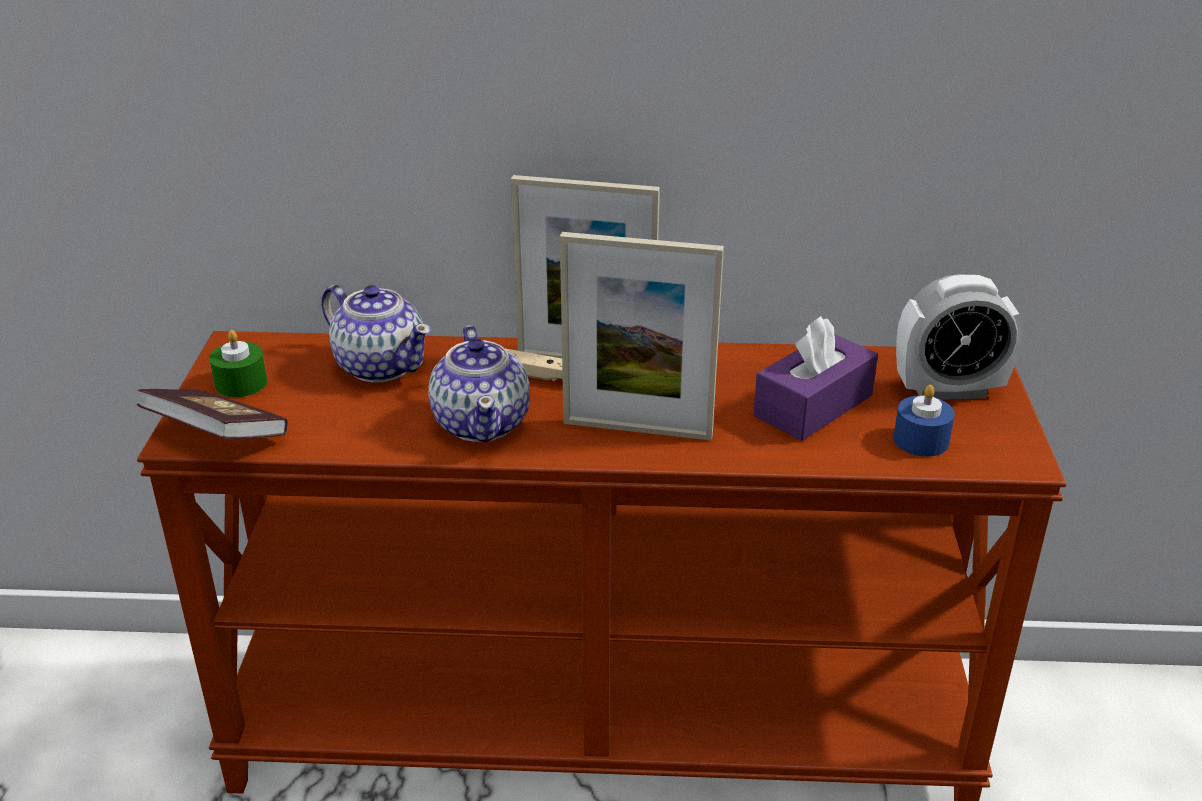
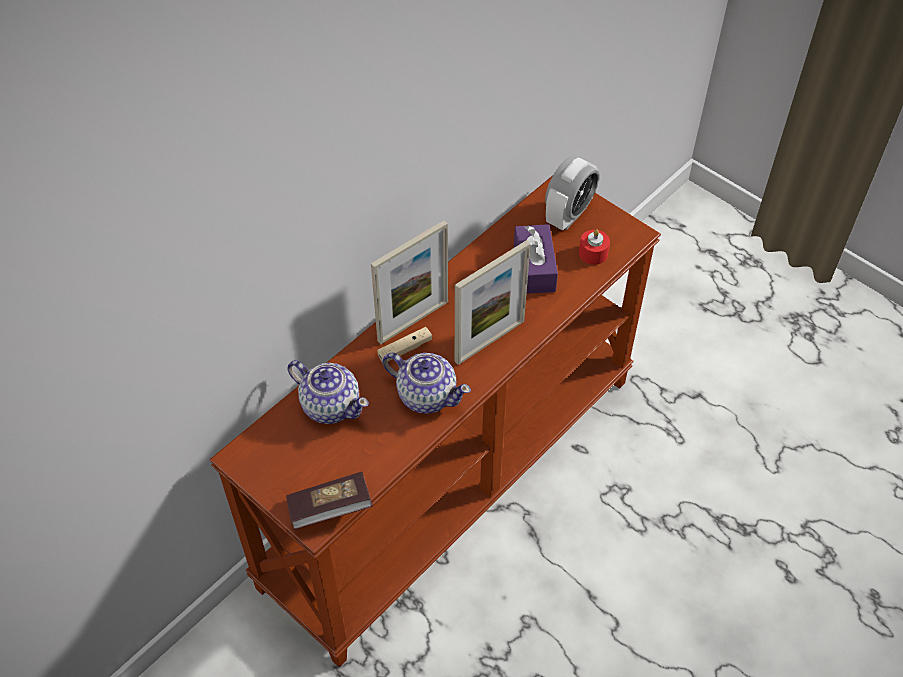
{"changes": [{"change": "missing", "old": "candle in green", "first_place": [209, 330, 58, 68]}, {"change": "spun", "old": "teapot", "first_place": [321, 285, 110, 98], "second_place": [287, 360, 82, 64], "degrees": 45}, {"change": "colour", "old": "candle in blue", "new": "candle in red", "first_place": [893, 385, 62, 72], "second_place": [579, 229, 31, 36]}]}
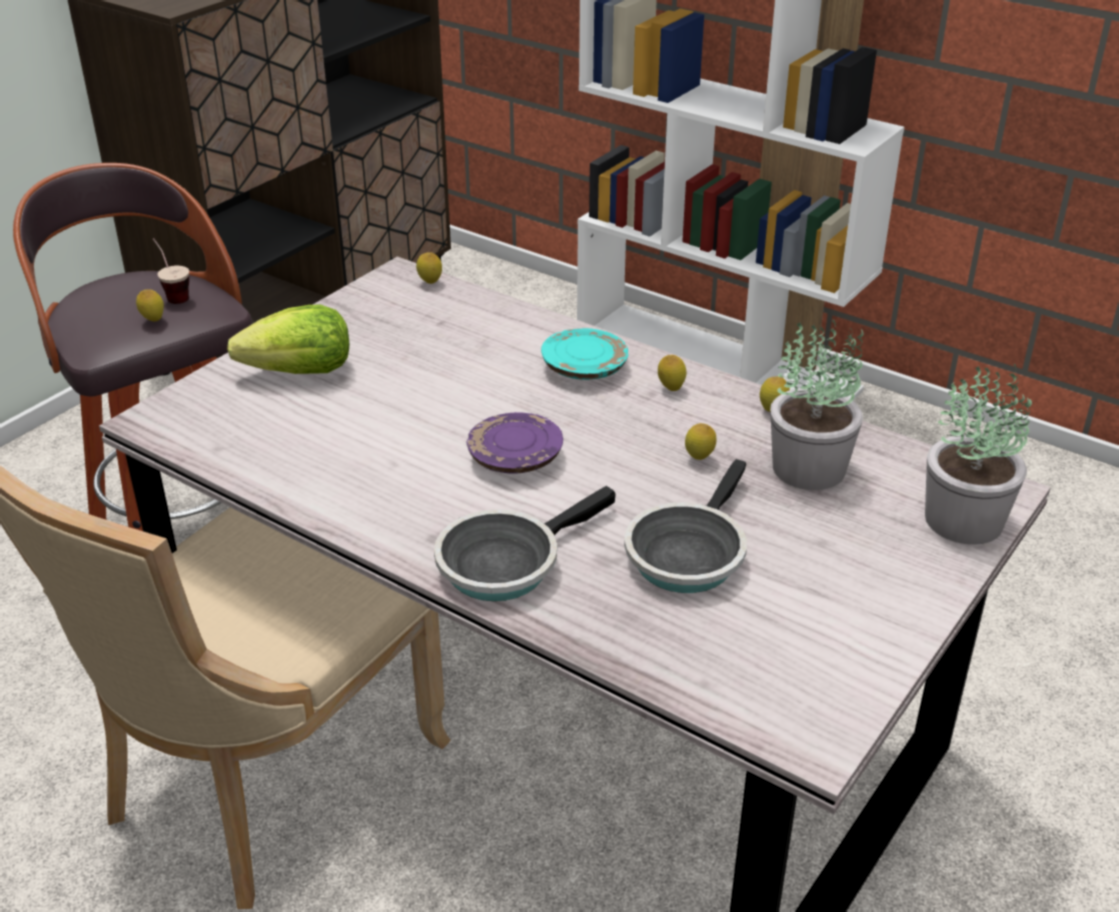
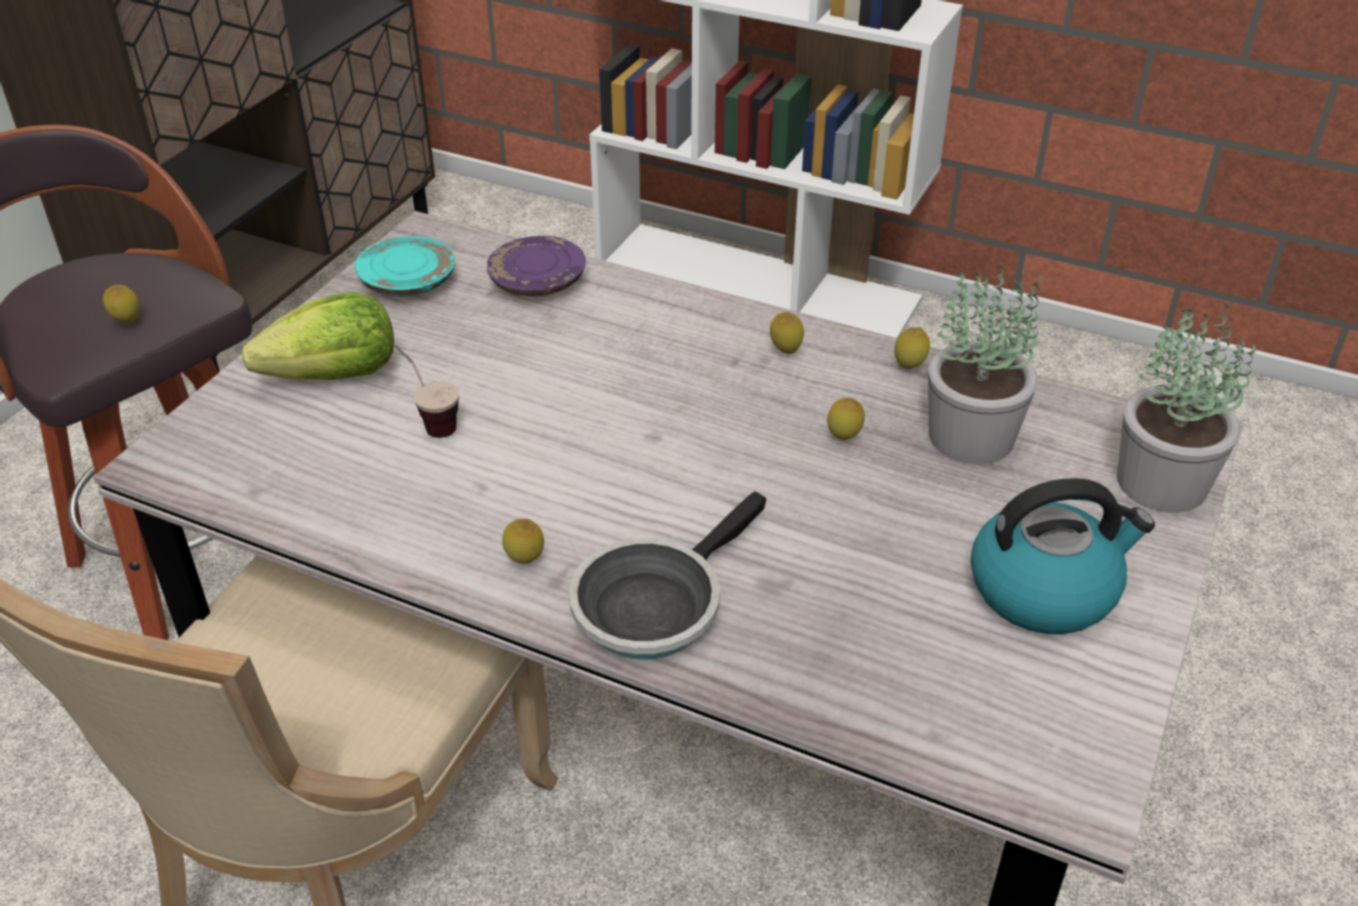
{"changes": [{"change": "relocated", "old": "cup", "first_place": [153, 238, 36, 66], "second_place": [394, 345, 65, 93]}, {"change": "relocated", "old": "lemon", "first_place": [416, 252, 26, 32], "second_place": [502, 519, 42, 45]}, {"change": "relocated", "old": "plate in purple", "first_place": [467, 412, 96, 62], "second_place": [487, 236, 99, 60]}, {"change": "relocated", "old": "plate in turquoise", "first_place": [541, 328, 87, 52], "second_place": [355, 236, 100, 60]}, {"change": "missing", "old": "frying pan", "first_place": [624, 459, 123, 134]}, {"change": "appeared", "new": "kettle", "second_place": [971, 478, 184, 156]}]}
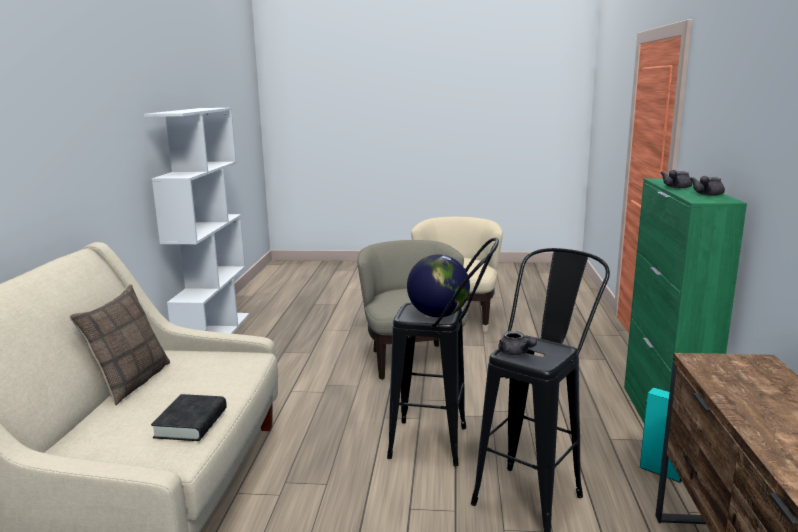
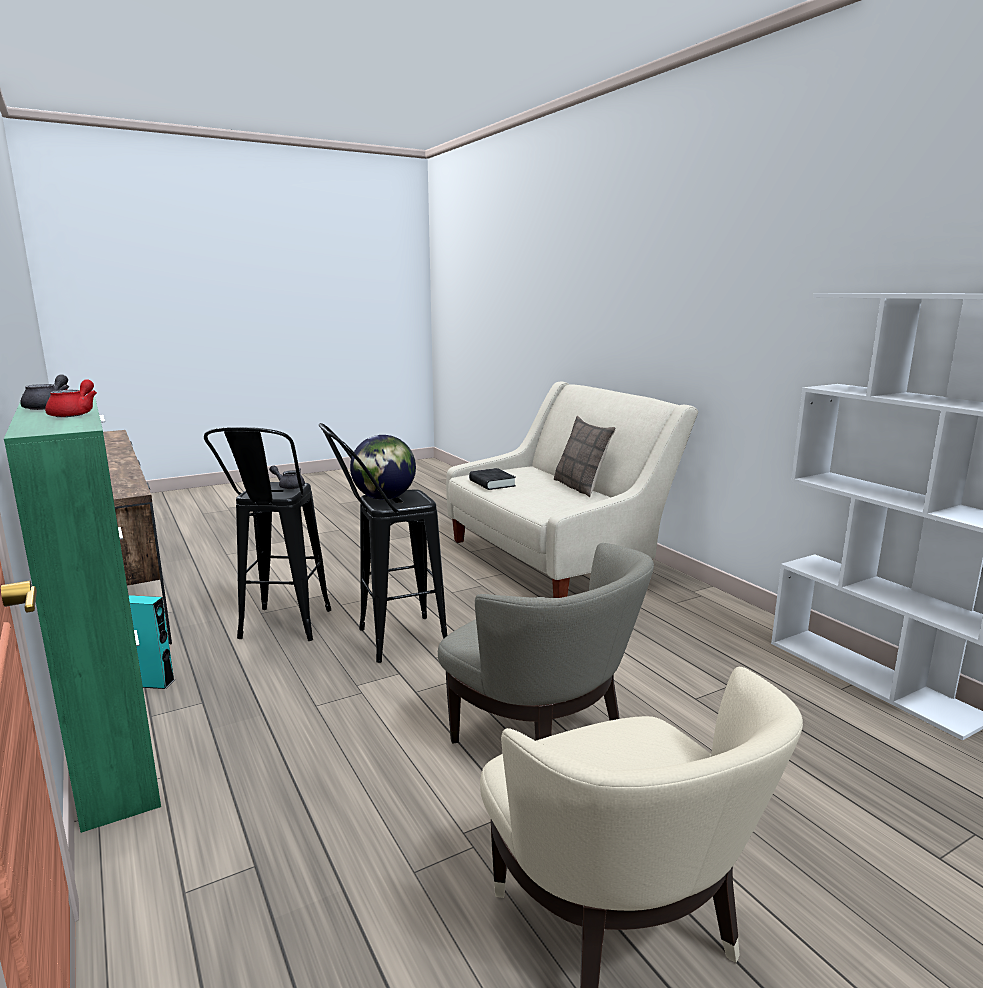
{"changes": [{"change": "colour", "old": "teapot in grey", "new": "teapot in red", "first_place": [660, 170, 32, 18], "second_place": [45, 379, 52, 38]}]}
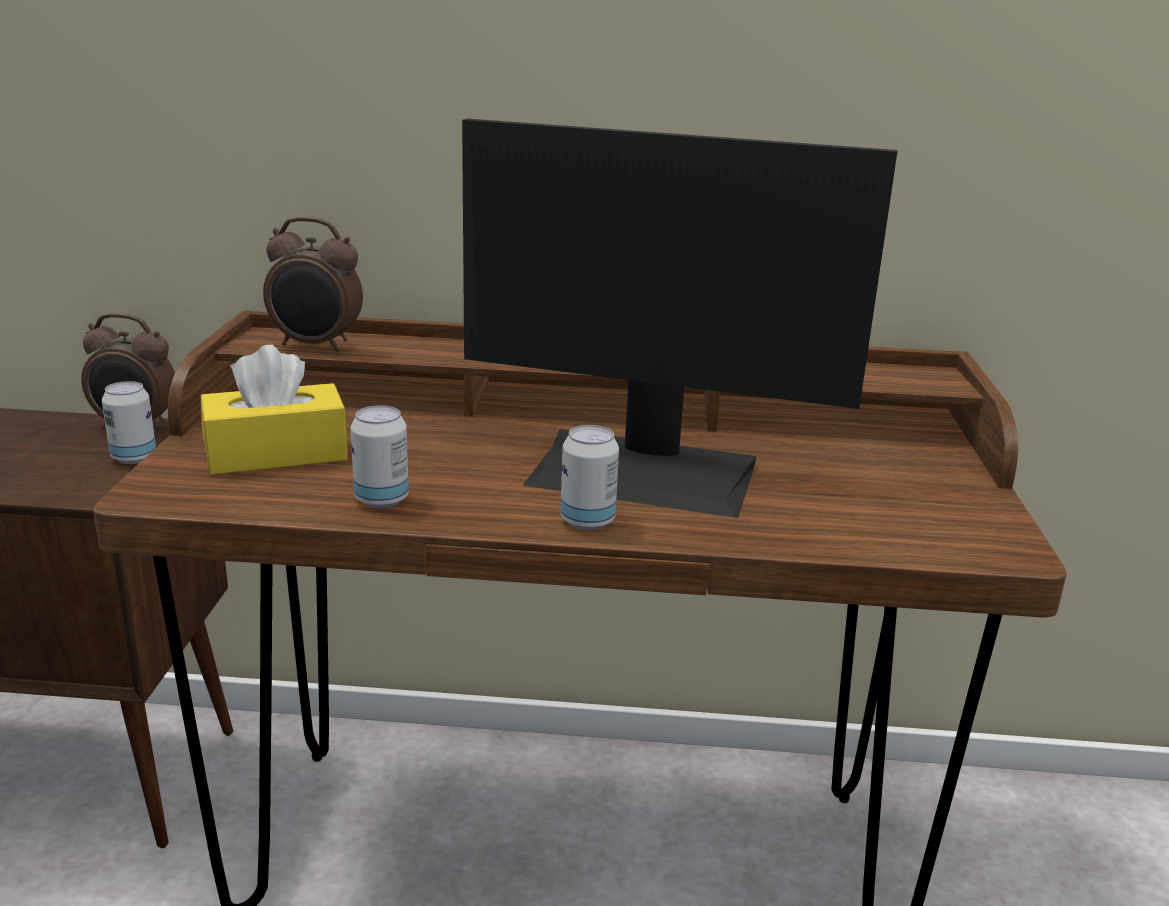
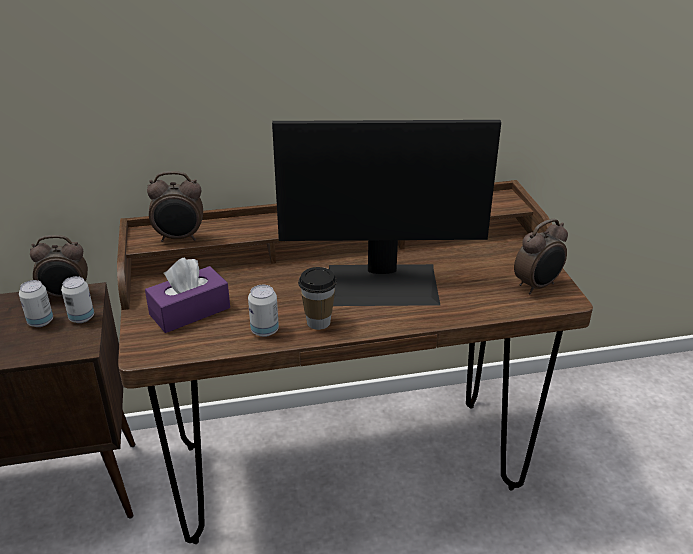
{"changes": [{"change": "colour", "old": "tissue box in yellow", "new": "tissue box in purple", "first_place": [201, 345, 147, 130], "second_place": [145, 258, 85, 75]}, {"change": "relocated", "old": "can", "first_place": [561, 425, 58, 105], "second_place": [19, 280, 34, 47]}, {"change": "appeared", "new": "cup", "second_place": [298, 267, 39, 63]}, {"change": "appeared", "new": "alarm clock", "second_place": [514, 219, 54, 75]}]}
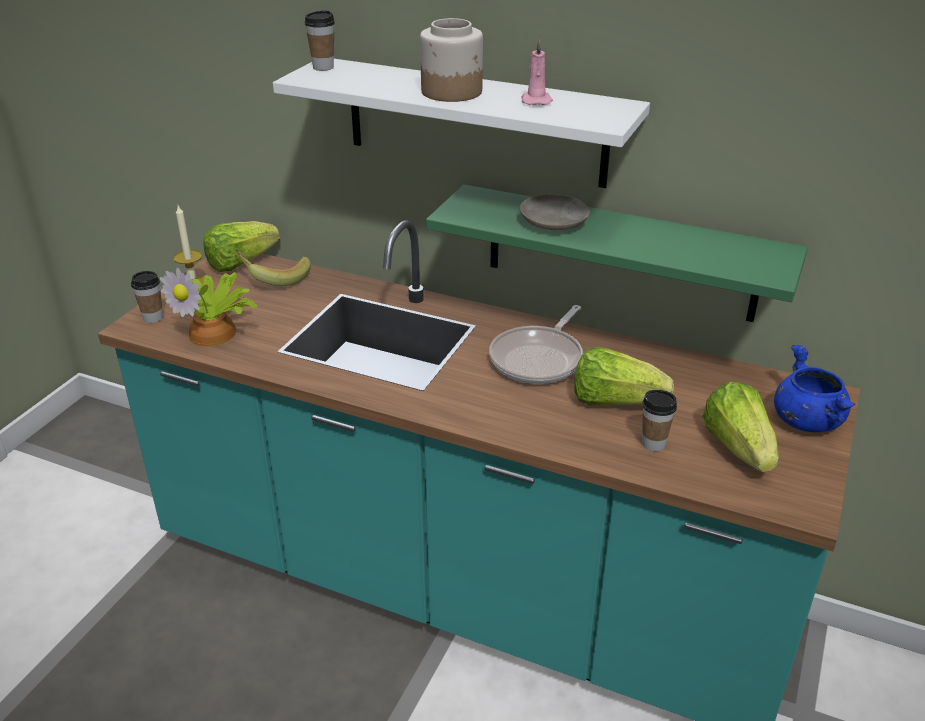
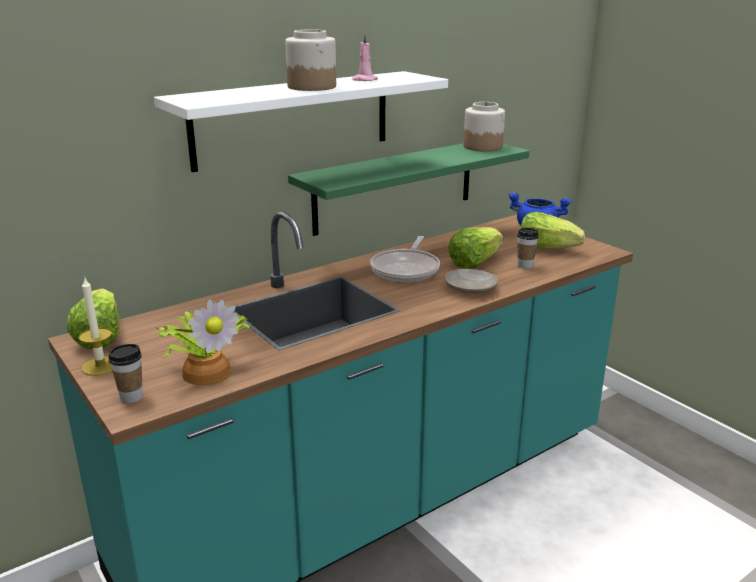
{"changes": [{"change": "missing", "old": "banana", "first_place": [235, 249, 76, 37]}, {"change": "missing", "old": "cup", "first_place": [305, 10, 30, 61]}, {"change": "spun", "old": "frying pan", "first_place": [489, 305, 94, 79], "second_place": [370, 236, 70, 46], "degrees": 45}, {"change": "relocated", "old": "plate in beige", "first_place": [520, 194, 70, 36], "second_place": [445, 269, 53, 24]}, {"change": "appeared", "new": "jar", "second_place": [464, 102, 41, 50]}]}
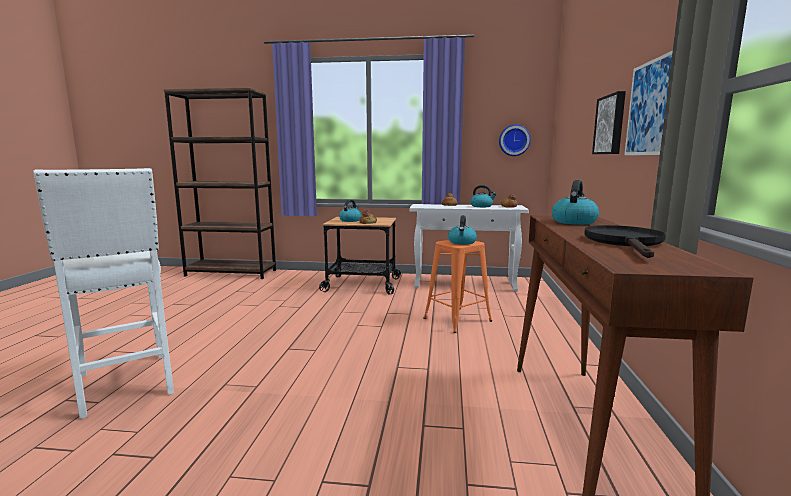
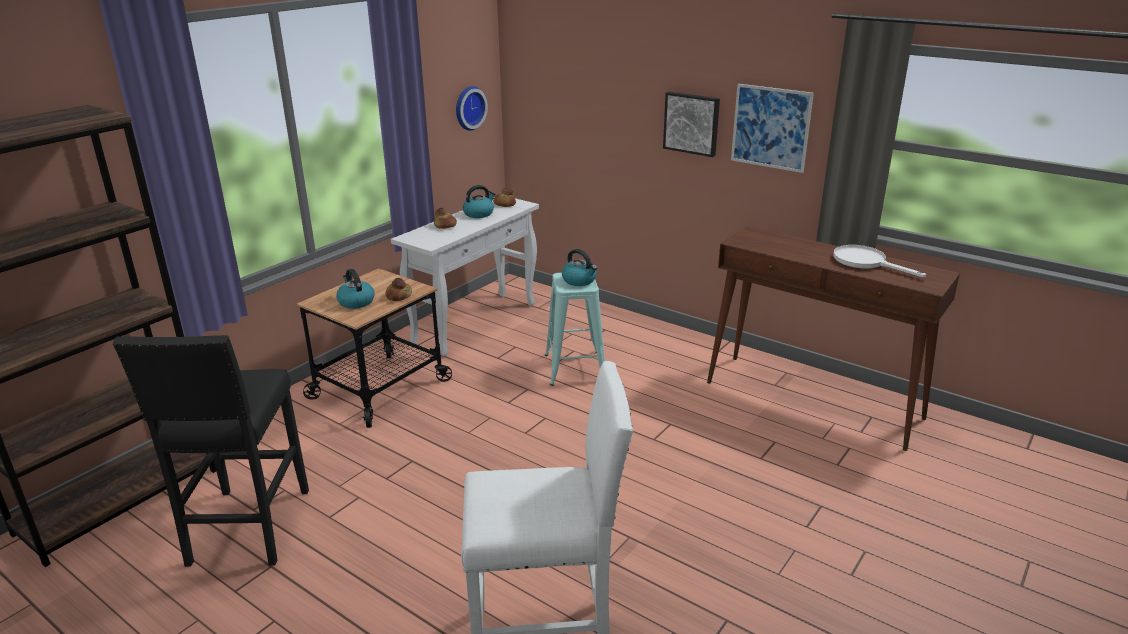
{"changes": [{"change": "colour", "old": "stool in orange", "new": "stool in turquoise", "first_place": [423, 240, 69, 93], "second_place": [545, 273, 60, 113]}, {"change": "missing", "old": "kettle", "first_place": [552, 180, 47, 45]}, {"change": "colour", "old": "frying pan in black", "new": "frying pan in white", "first_place": [584, 225, 82, 33], "second_place": [833, 245, 93, 32]}, {"change": "appeared", "new": "stool in black", "second_place": [113, 335, 196, 232]}]}
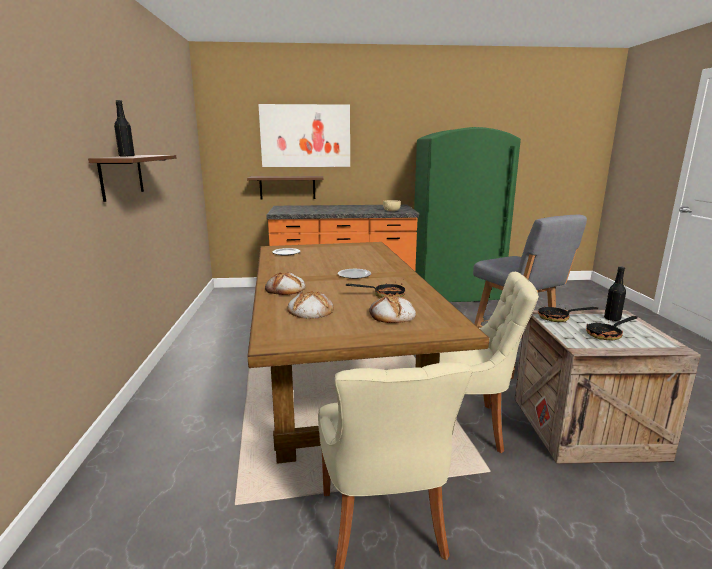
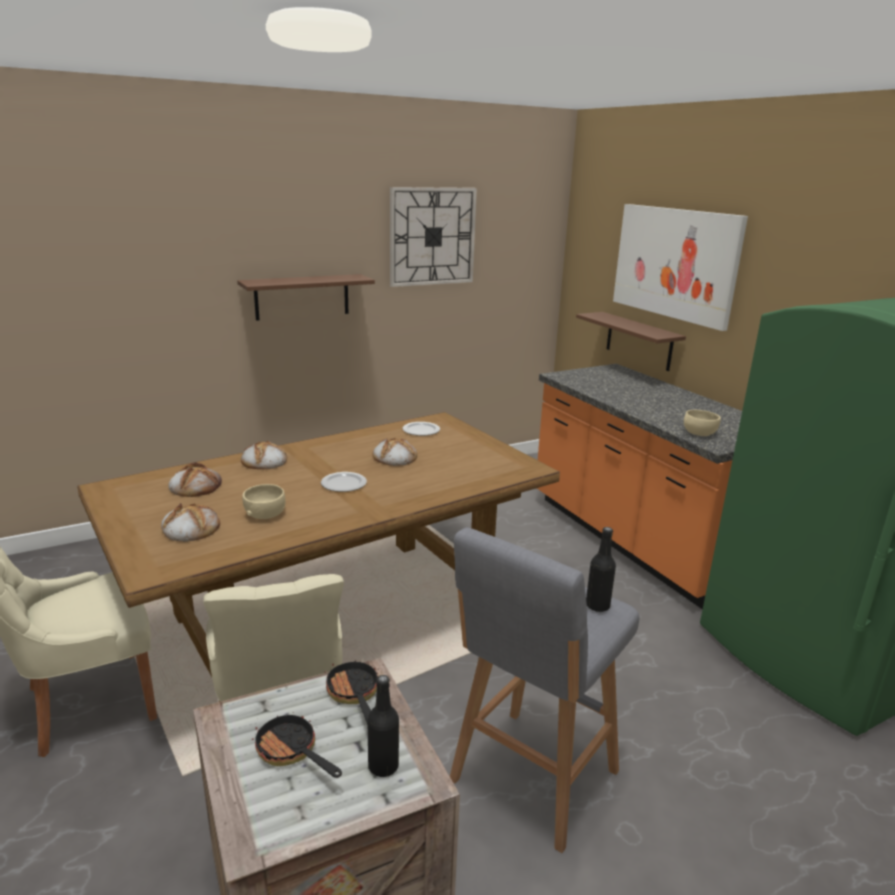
{"changes": [{"change": "relocated", "old": "bottle in black", "first_place": [114, 100, 21, 57], "second_place": [586, 527, 30, 85]}, {"change": "exchanged", "old": "frying pan", "new": "bowl in beige", "first_place": [346, 283, 59, 15], "second_place": [242, 484, 44, 35]}, {"change": "appeared", "new": "bread", "second_place": [372, 438, 45, 28]}, {"change": "appeared", "new": "wall clock", "second_place": [390, 187, 87, 100]}]}
